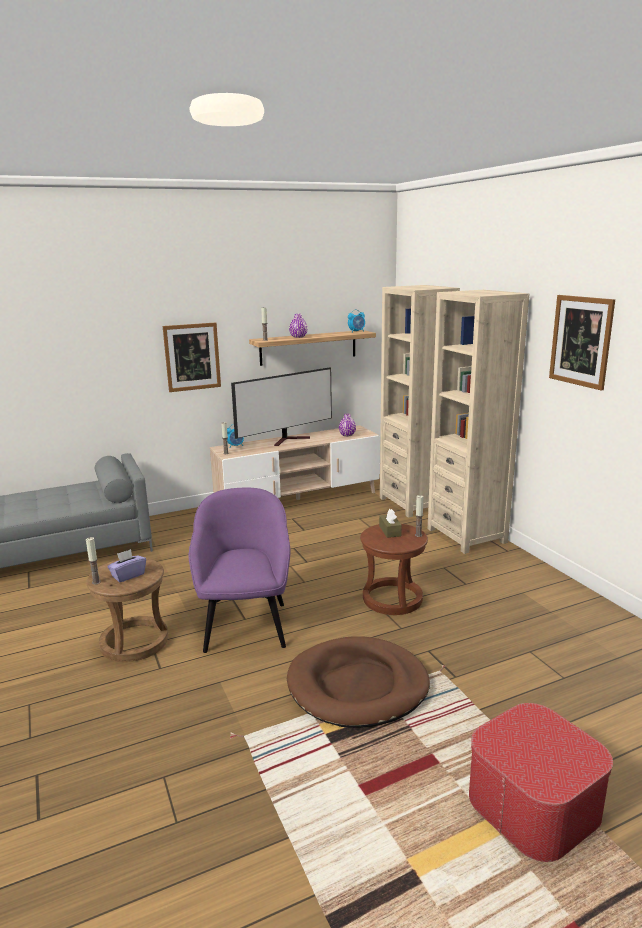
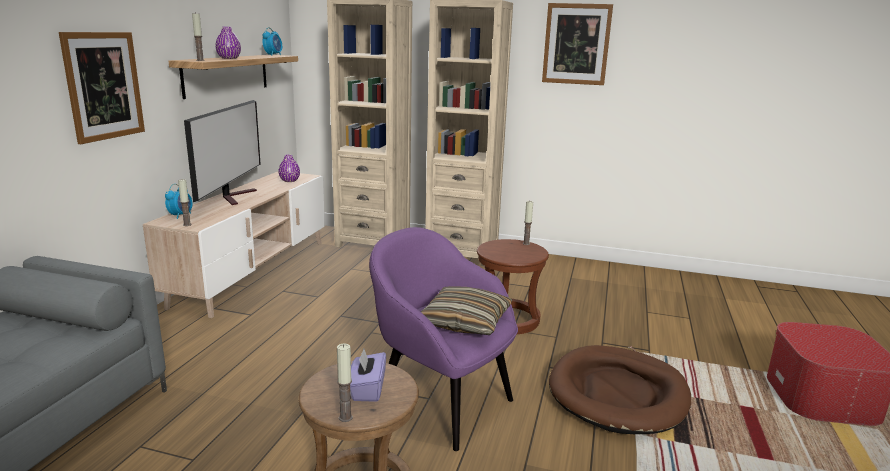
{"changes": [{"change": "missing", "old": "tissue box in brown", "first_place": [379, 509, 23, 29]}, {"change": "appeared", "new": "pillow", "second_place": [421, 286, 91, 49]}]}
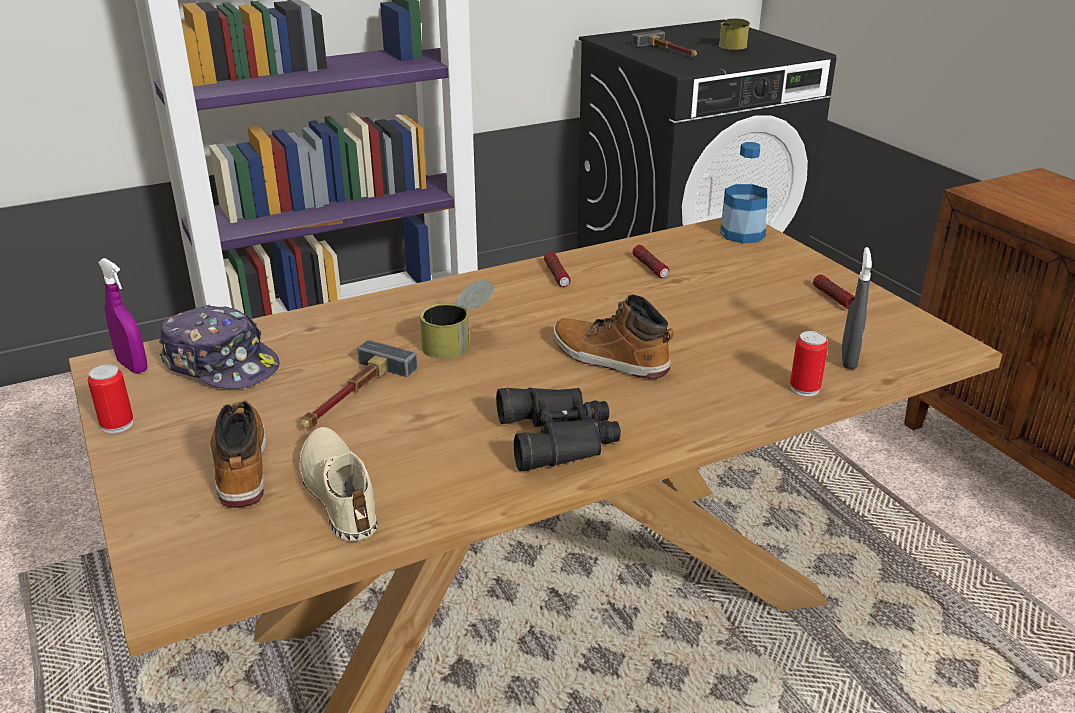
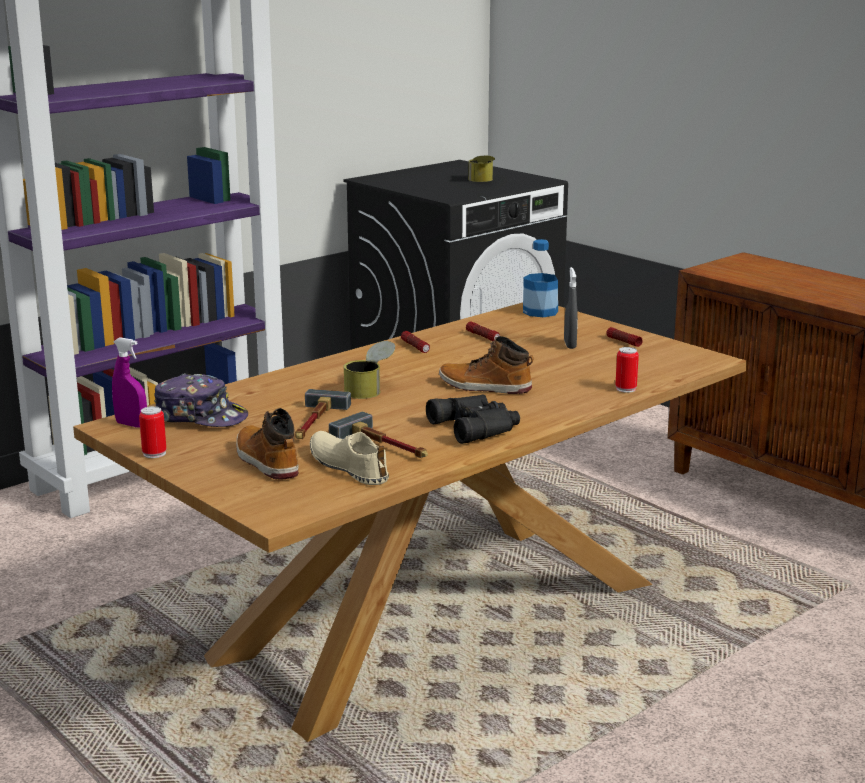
{"changes": [{"change": "relocated", "old": "hammer", "first_place": [632, 30, 65, 27], "second_place": [329, 411, 99, 47]}, {"change": "relocated", "old": "spray bottle in grey", "first_place": [842, 247, 30, 122], "second_place": [564, 267, 14, 82]}]}
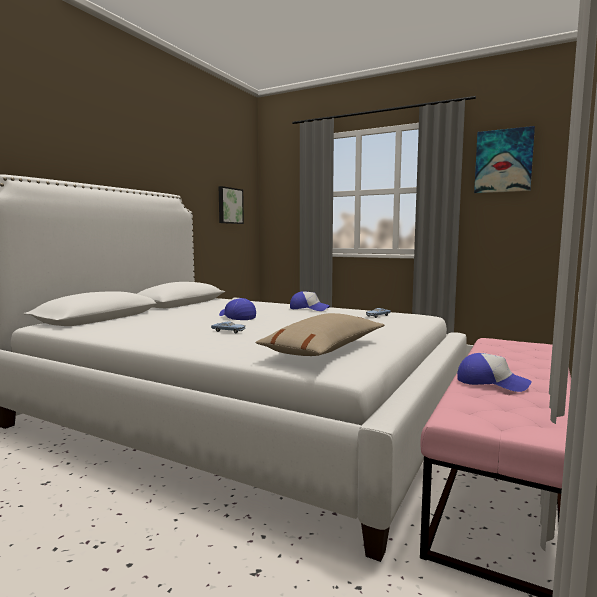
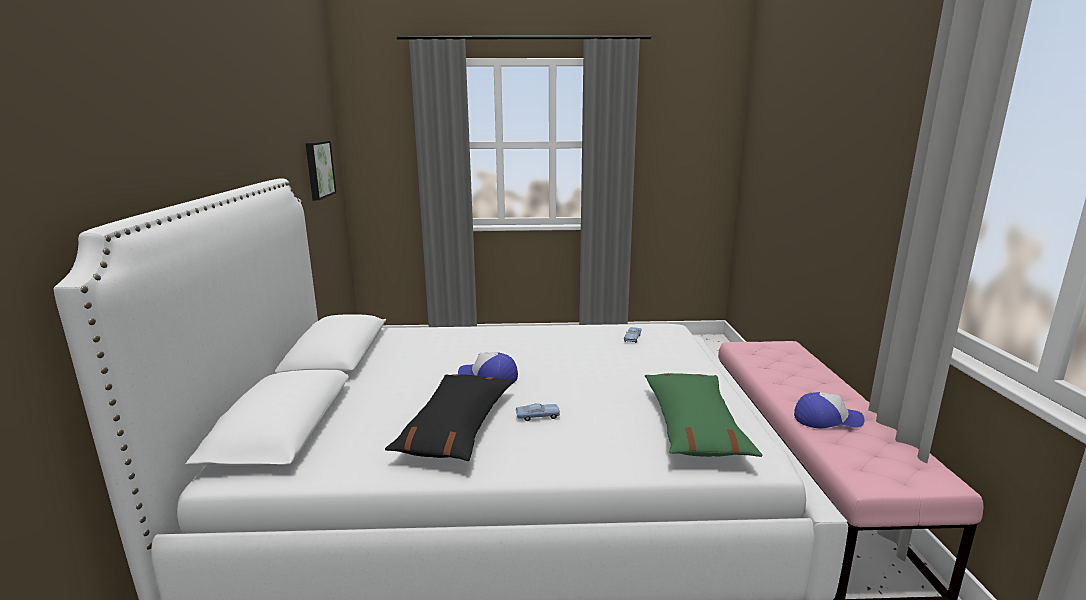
{"changes": [{"change": "colour", "old": "pillow in beige", "new": "pillow in green", "first_place": [255, 313, 129, 43], "second_place": [645, 373, 117, 84]}, {"change": "missing", "old": "cap", "first_place": [290, 291, 40, 20]}, {"change": "missing", "old": "picture", "first_place": [474, 126, 61, 67]}, {"change": "appeared", "new": "pillow in black", "second_place": [385, 374, 129, 87]}]}
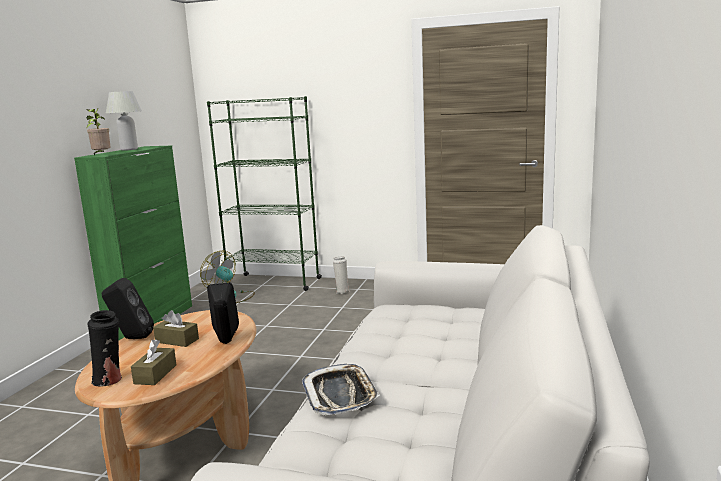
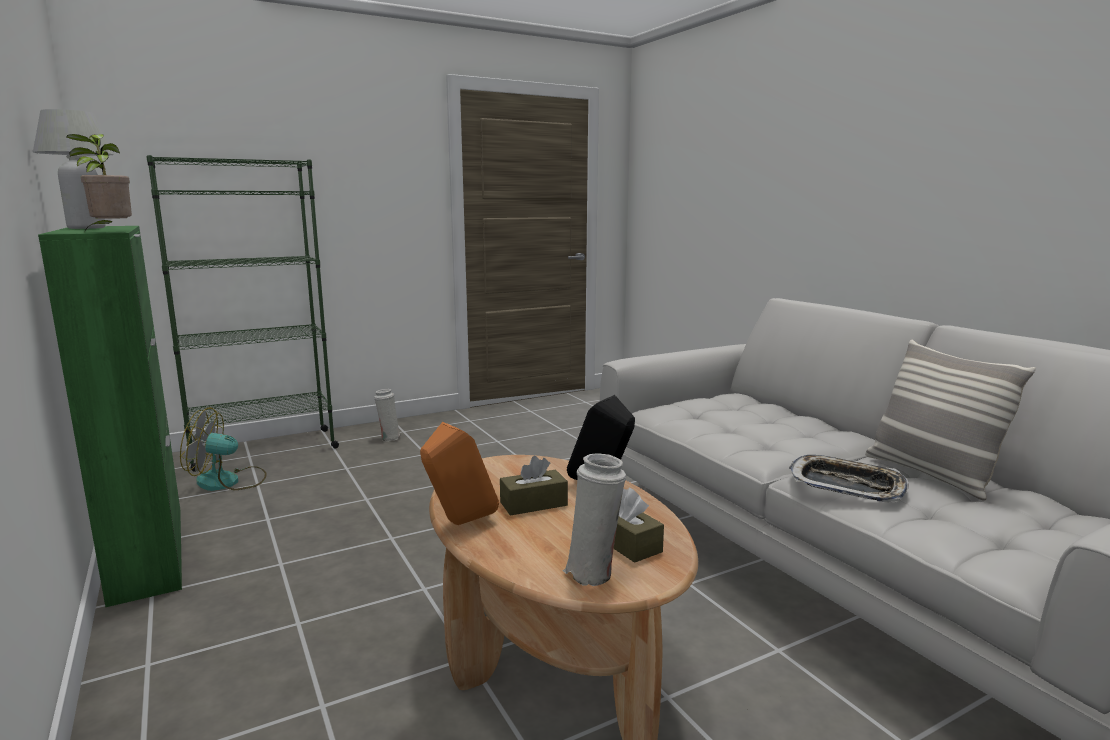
{"changes": [{"change": "colour", "old": "vase in black", "new": "vase in white", "first_place": [87, 310, 35, 76], "second_place": [562, 453, 64, 133]}, {"change": "colour", "old": "speaker in black", "new": "speaker in orange", "first_place": [101, 278, 53, 61], "second_place": [420, 422, 79, 103]}, {"change": "appeared", "new": "pillow", "second_place": [865, 340, 171, 161]}]}
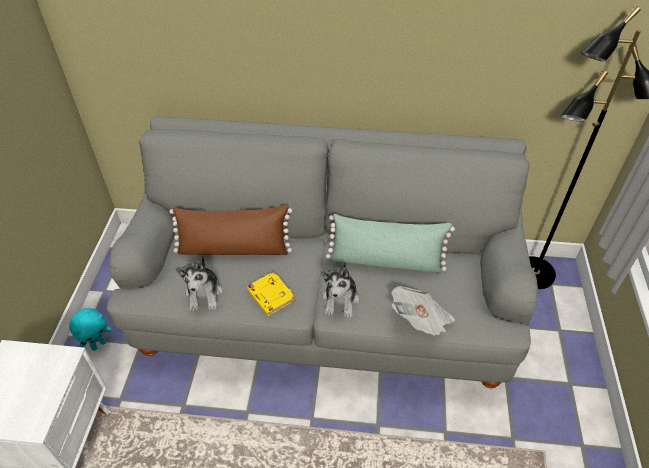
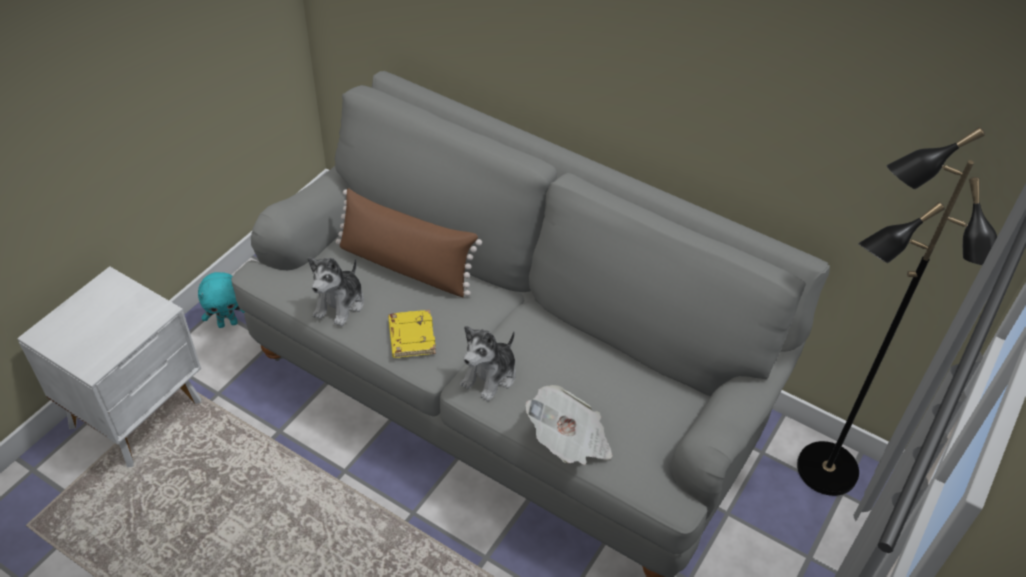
{"changes": [{"change": "missing", "old": "pillow in green", "first_place": [326, 214, 129, 59]}]}
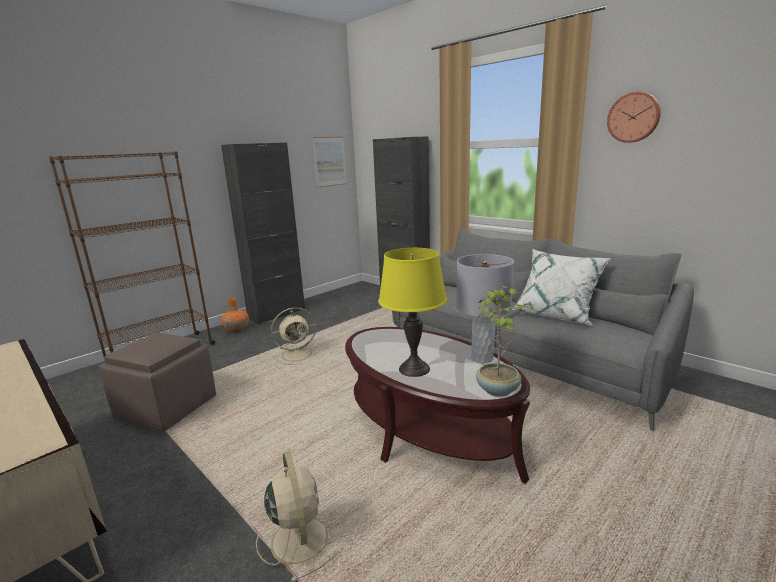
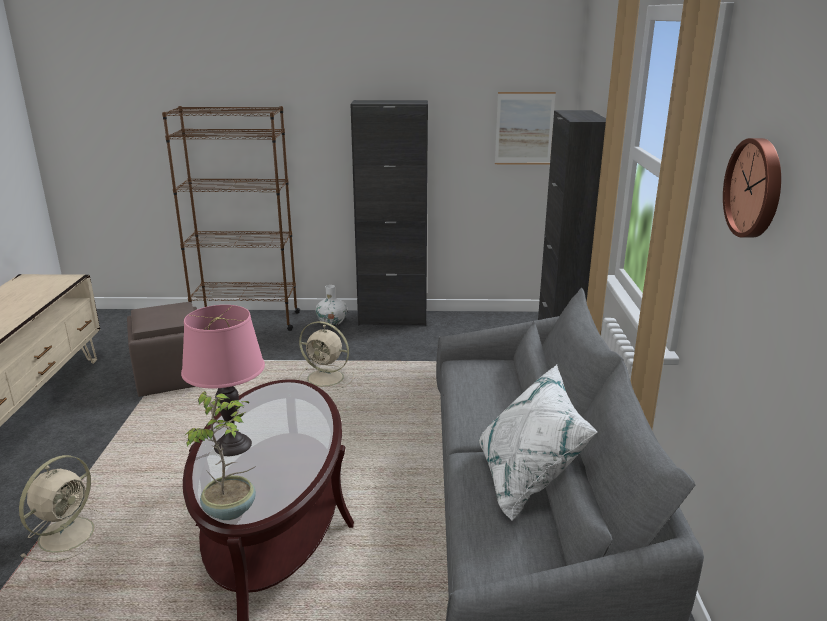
{"changes": [{"change": "colour", "old": "vase in orange", "new": "vase in white", "first_place": [222, 298, 27, 35], "second_place": [316, 285, 31, 41]}, {"change": "colour", "old": "table lamp in yellow", "new": "table lamp in pink", "first_place": [378, 248, 69, 129], "second_place": [181, 305, 84, 151]}, {"change": "missing", "old": "table lamp in grey", "first_place": [457, 254, 57, 109]}]}
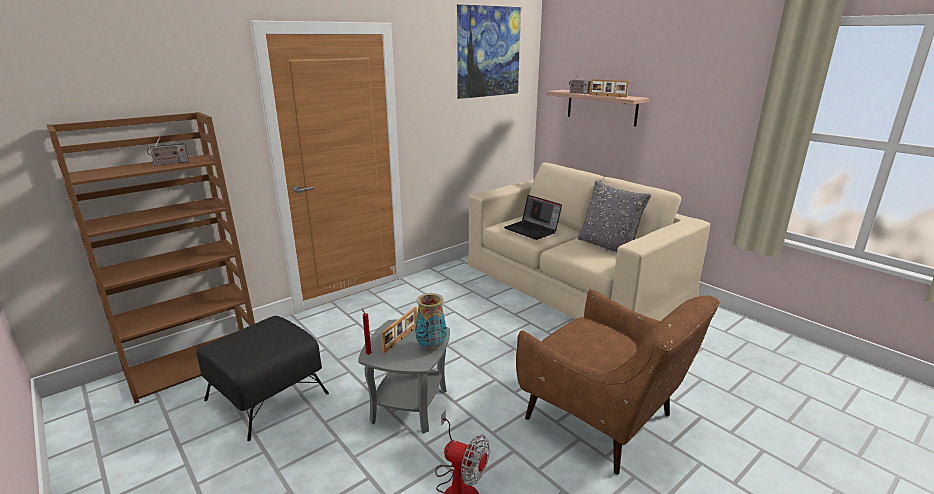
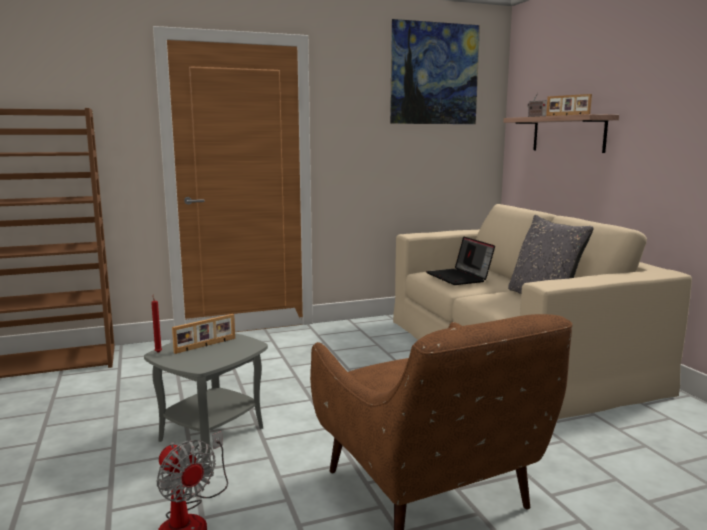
{"changes": [{"change": "missing", "old": "radio", "first_place": [147, 136, 42, 30]}, {"change": "missing", "old": "ottoman in black", "first_place": [197, 316, 132, 125]}, {"change": "missing", "old": "vase", "first_place": [415, 293, 32, 57]}]}
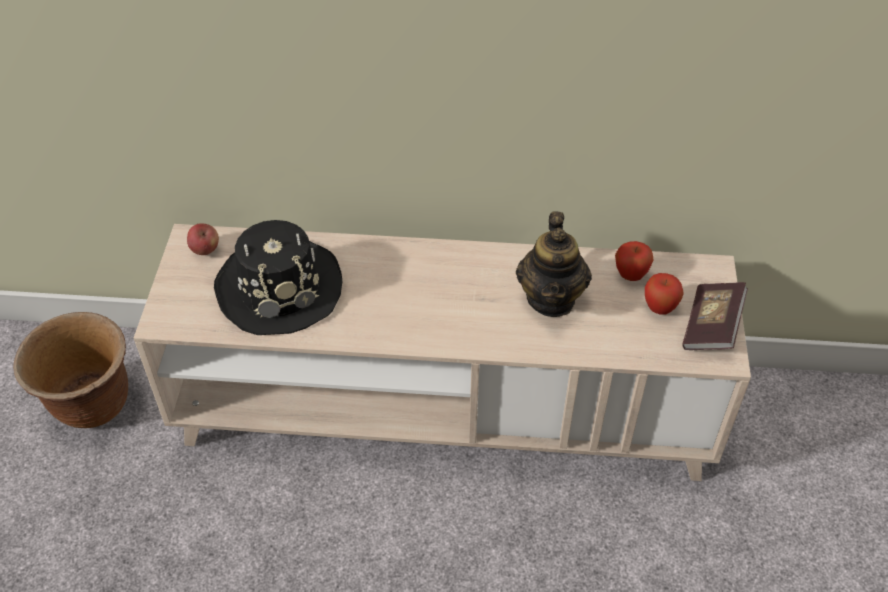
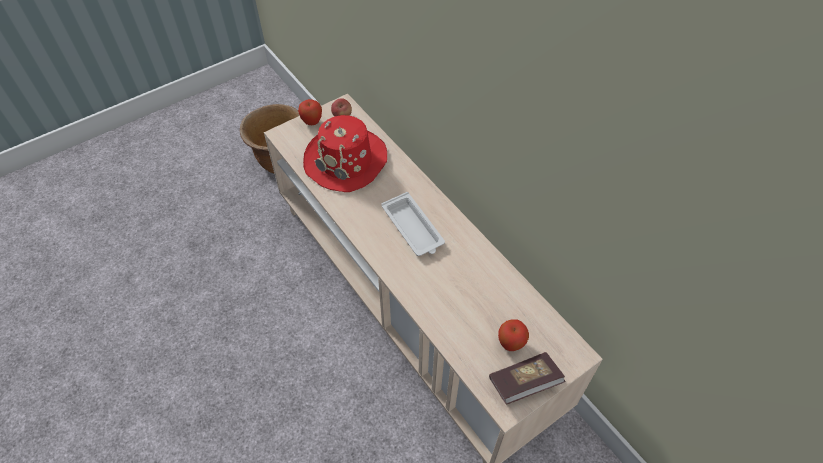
{"changes": [{"change": "colour", "old": "hat in black", "new": "hat in red", "first_place": [214, 220, 129, 115], "second_place": [303, 115, 84, 77]}, {"change": "missing", "old": "teapot", "first_place": [516, 211, 76, 106]}, {"change": "relocated", "old": "apple", "first_place": [615, 241, 39, 40], "second_place": [298, 99, 24, 26]}, {"change": "appeared", "new": "tray in white", "second_place": [381, 192, 64, 64]}]}
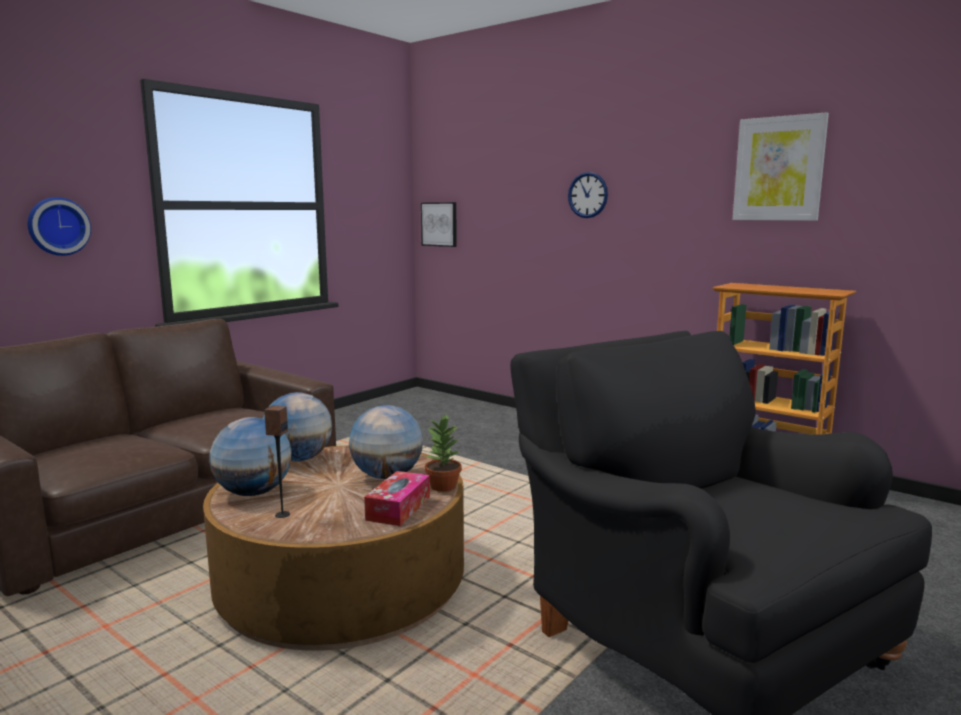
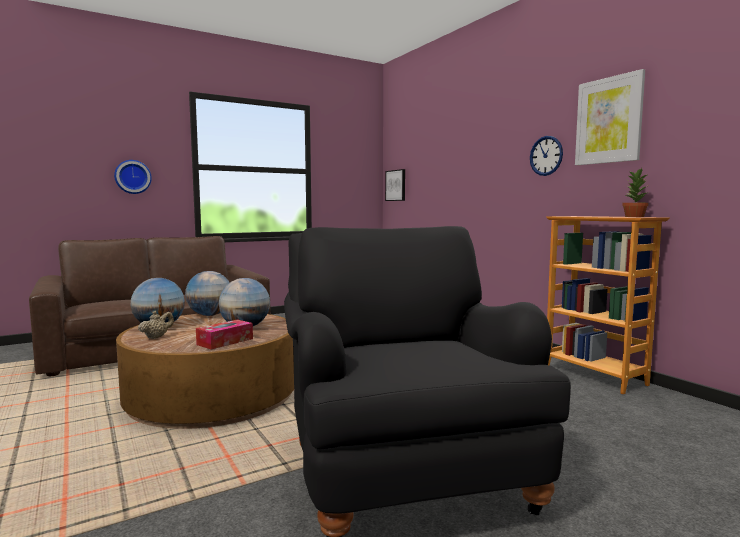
{"changes": [{"change": "exchanged", "old": "speaker", "new": "teapot in beige", "first_place": [264, 406, 26, 112], "second_place": [138, 311, 36, 28]}, {"change": "relocated", "old": "potted plant", "first_place": [425, 414, 37, 78], "second_place": [622, 168, 27, 49]}, {"change": "relocated", "old": "wall clock", "first_place": [568, 172, 40, 46], "second_place": [530, 136, 33, 40]}]}
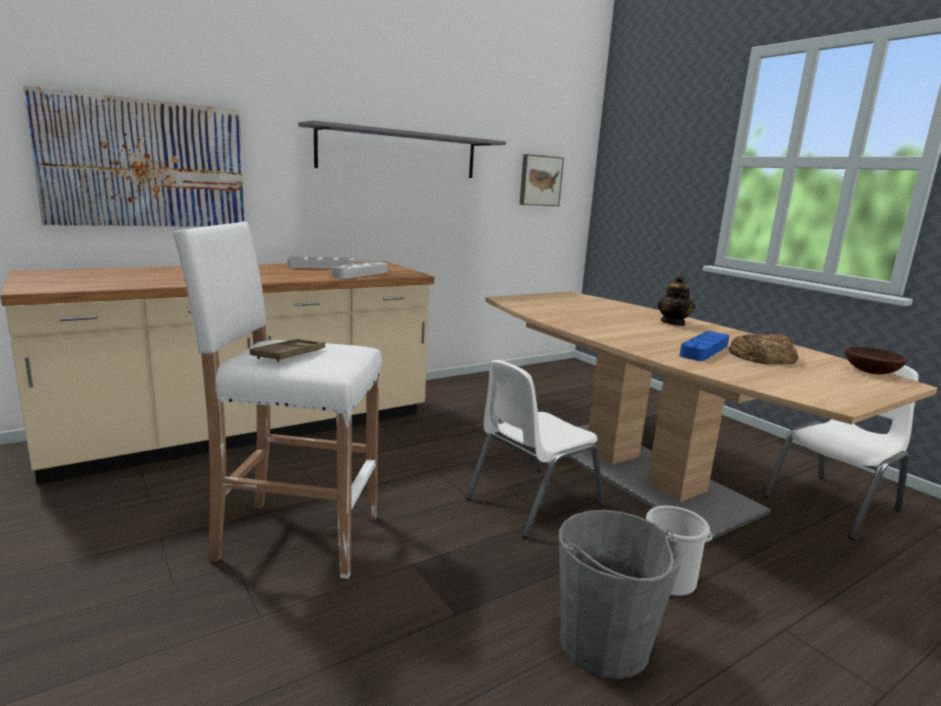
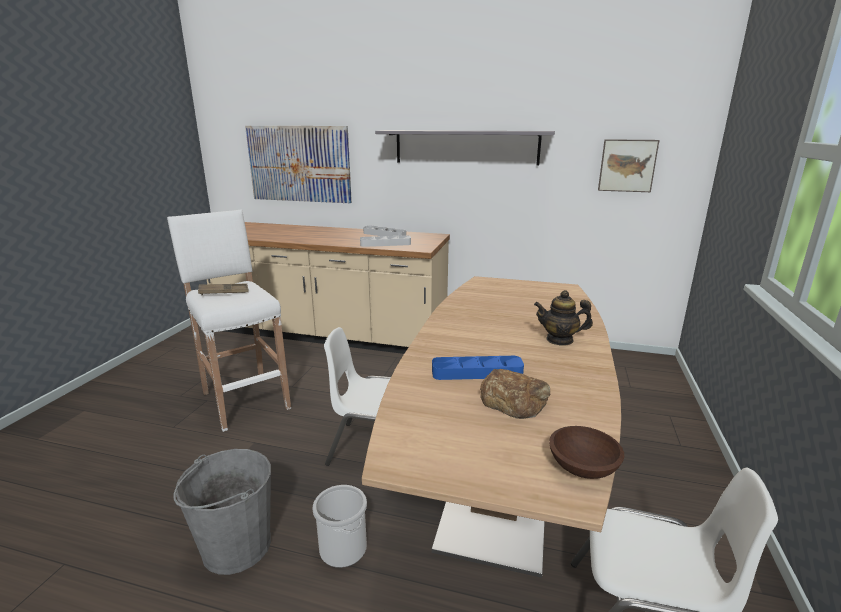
{"changes": [{"change": "spun", "old": "teapot", "first_place": [657, 275, 38, 51], "second_place": [534, 290, 59, 56], "degrees": 45}]}
